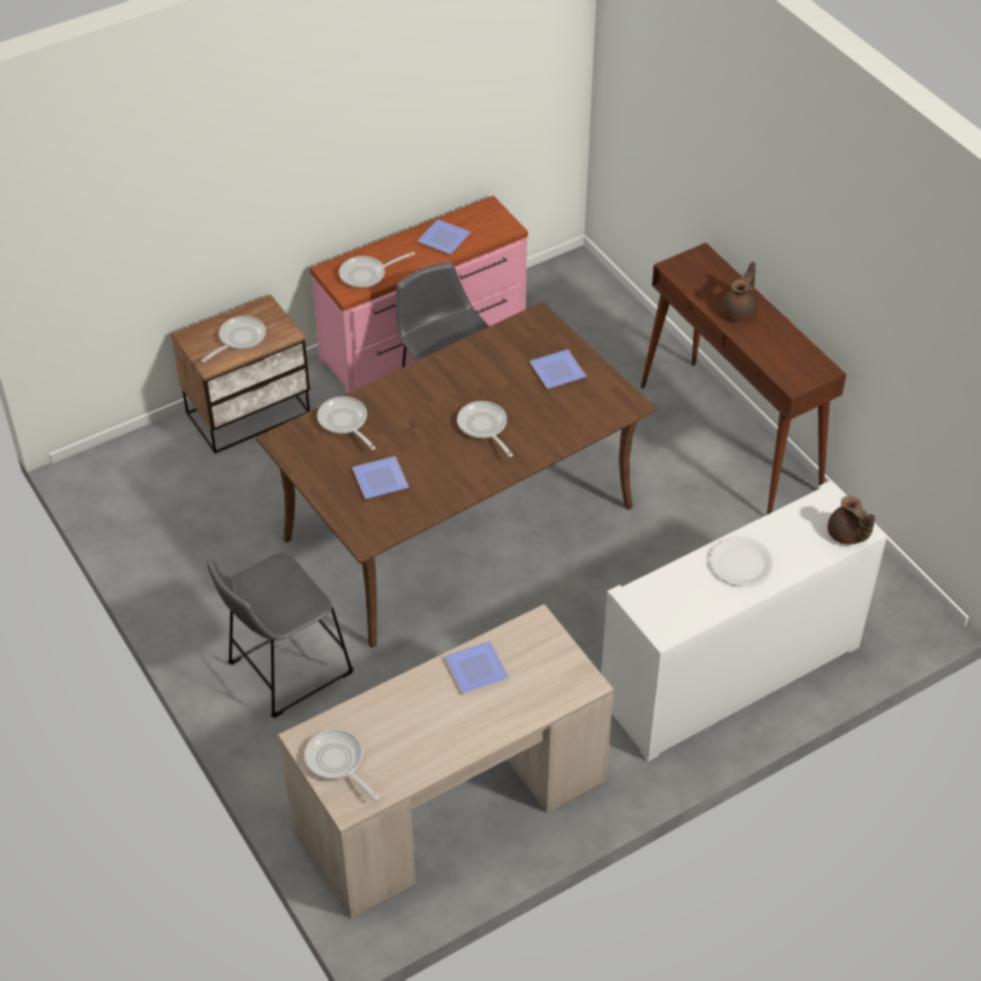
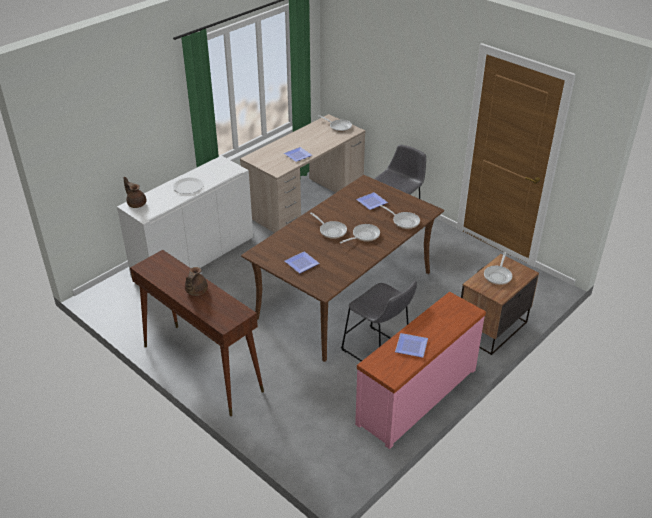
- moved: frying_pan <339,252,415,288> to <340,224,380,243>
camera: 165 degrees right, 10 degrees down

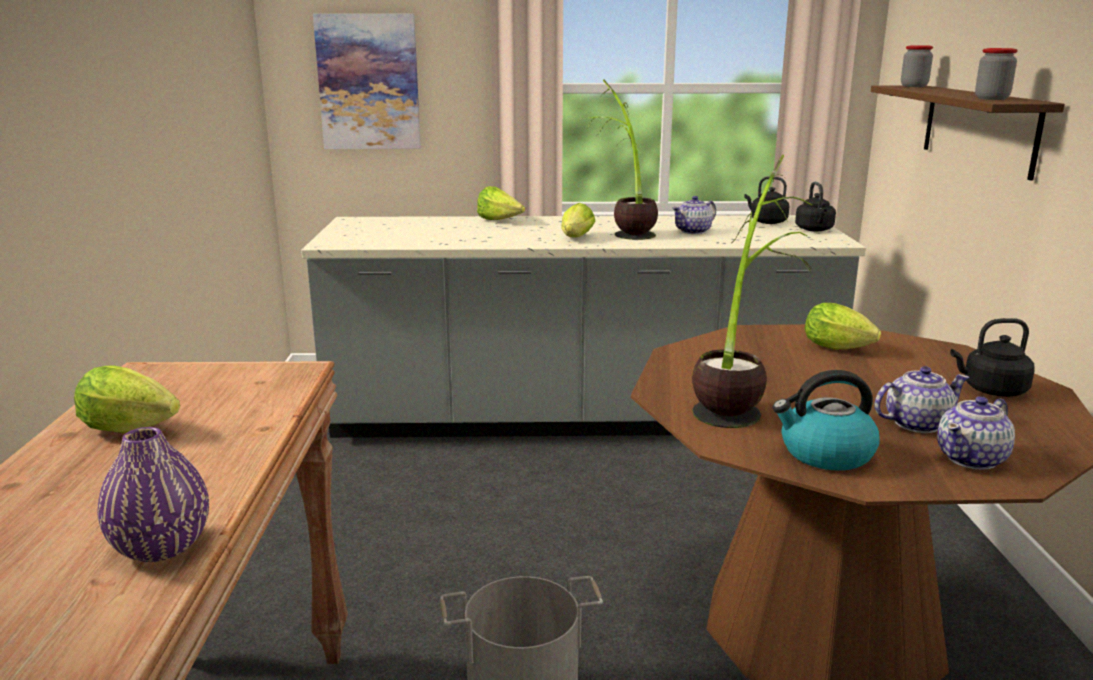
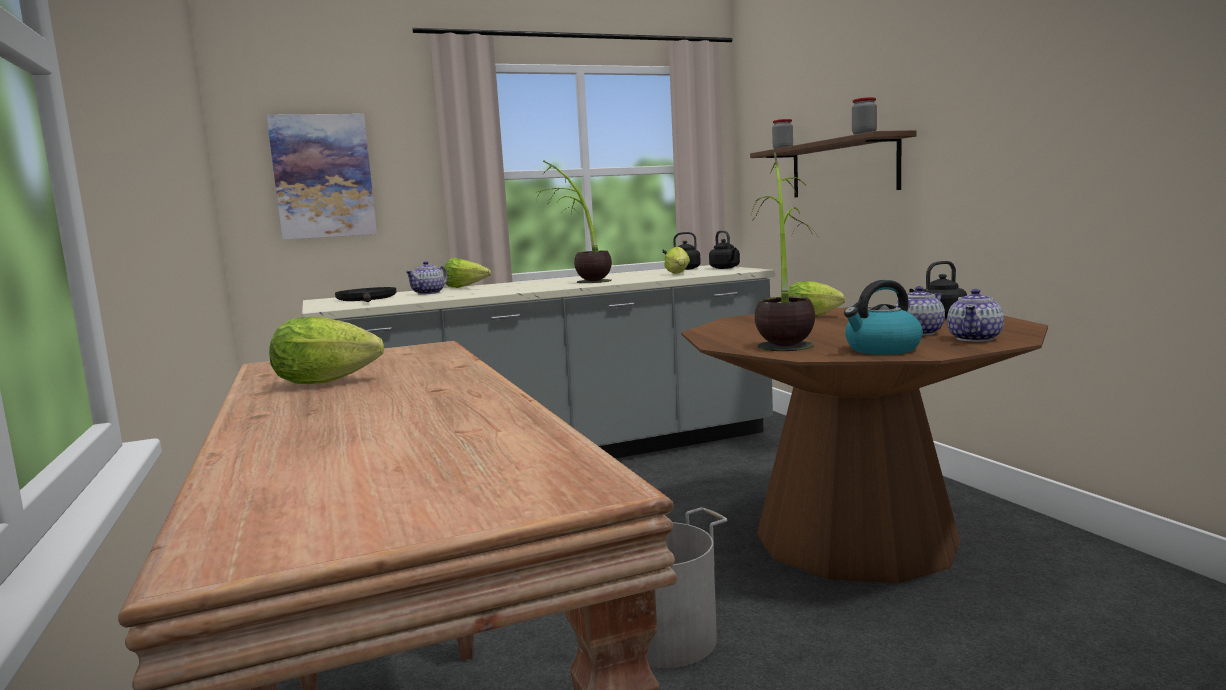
- removed: purple_vase <97,427,209,562>
- added: black_frying_pan <335,287,397,302>
- moved: lettuce <562,203,595,238> to <664,247,690,274>
- moved: teapot <672,196,716,234> to <405,261,448,295>
camera: 20 degrees left, 10 degrees down

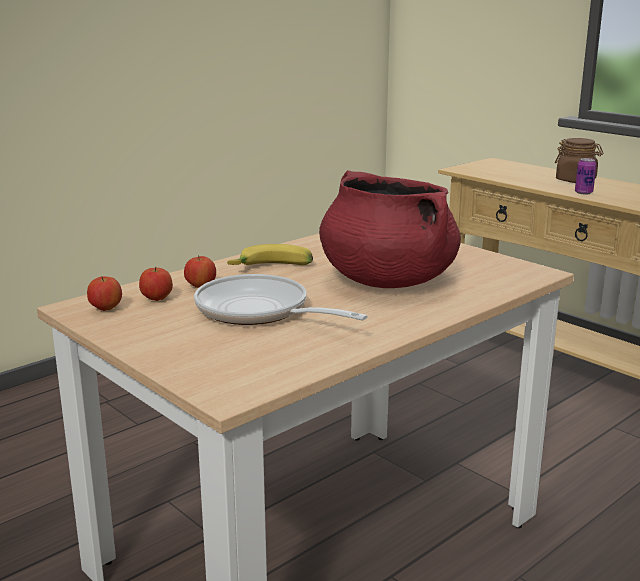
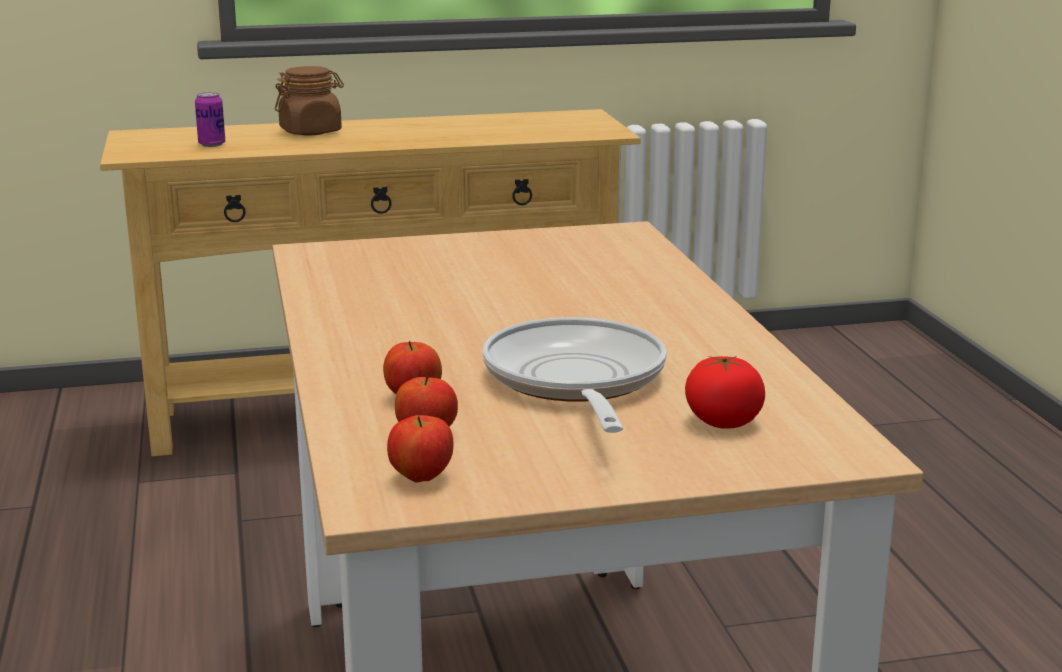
- removed: banana <227,244,313,265>
- removed: red_cooking_pot <319,170,461,288>
- added: tomato <685,356,765,429>
- moved: can <575,158,596,195> to <195,92,225,147>
- turned: frying_pan <194,274,368,325> = <483,317,667,433> 105 degrees clockwise
camera: 60 degrees left, 0 degrees up

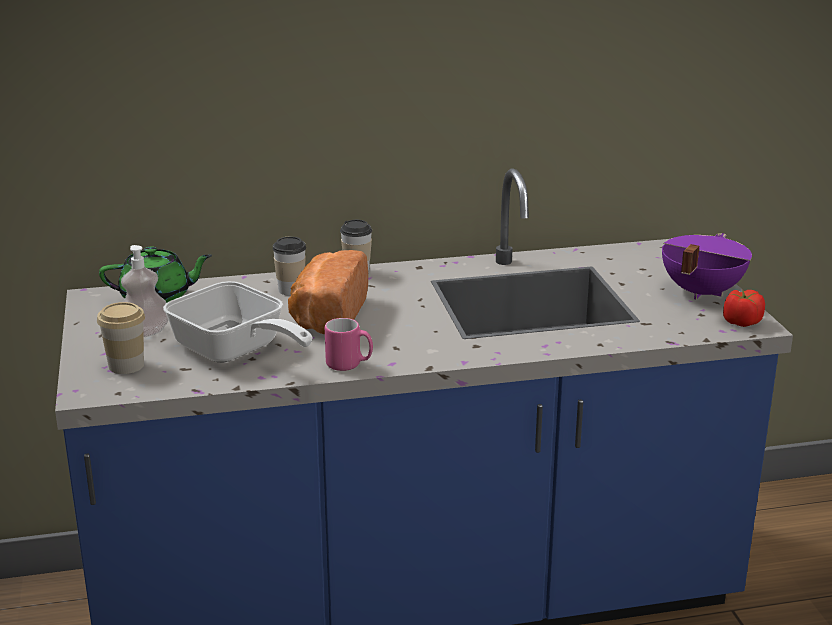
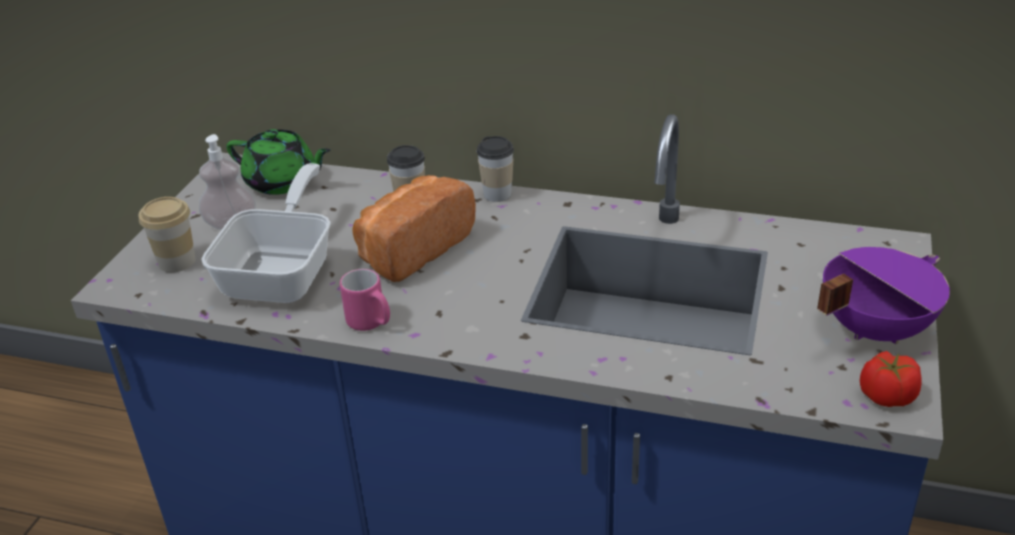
- turned: frying_pan <163,281,313,363> = <201,163,331,303> 150 degrees counterclockwise
camera: 30 degrees right, 10 degrees up

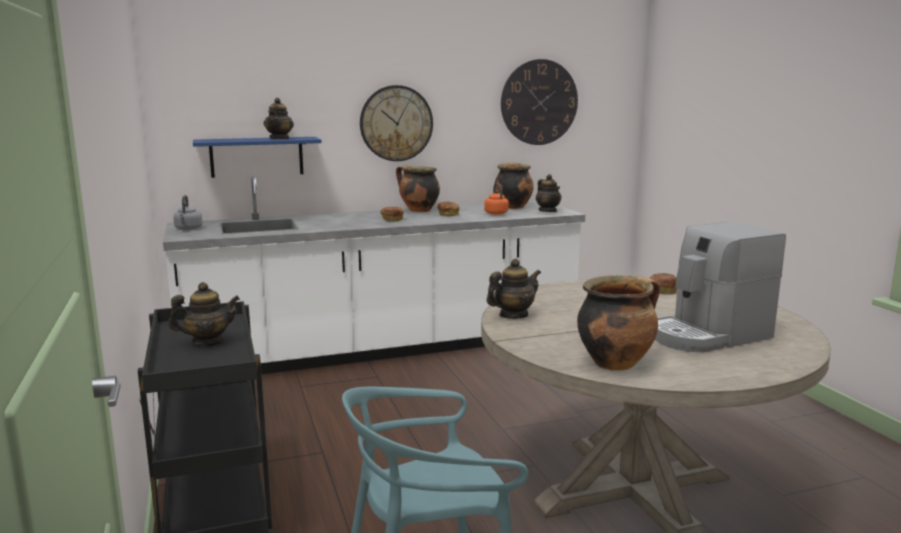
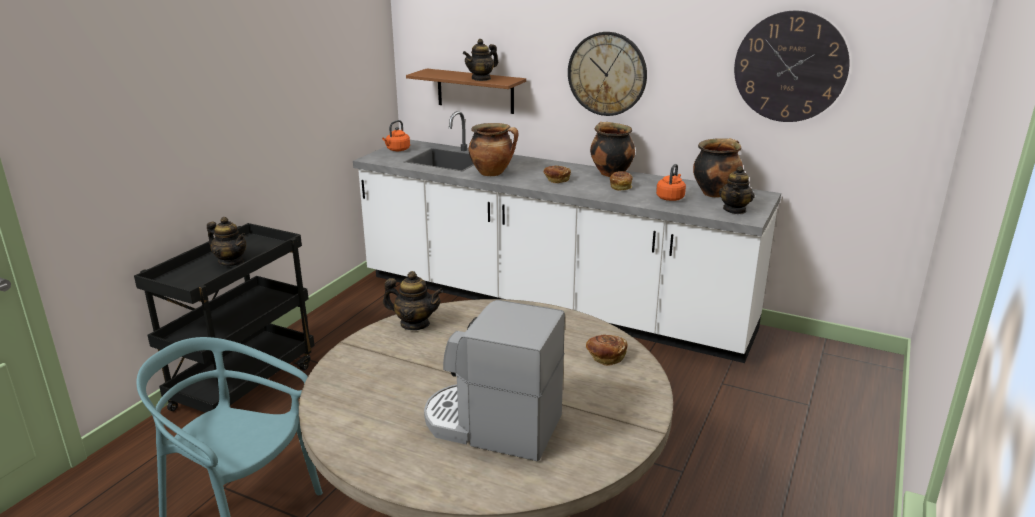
- moved: cooking_pot <577,275,660,371> to <469,123,519,176>
- recoloured: grey_kettle <173,195,203,230> to orange_kettle <382,120,410,151>
- recoloured: blue_shelf <193,137,322,178> to brown_shelf <406,69,526,114>
camera: 45 degrees right, 10 degrees up

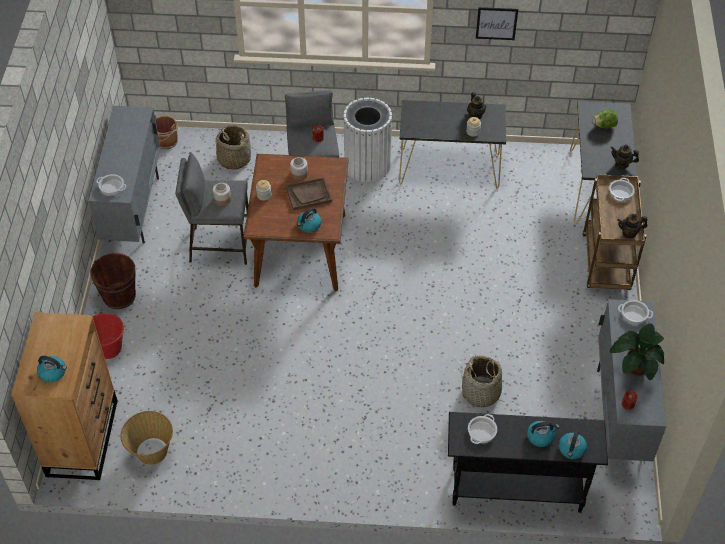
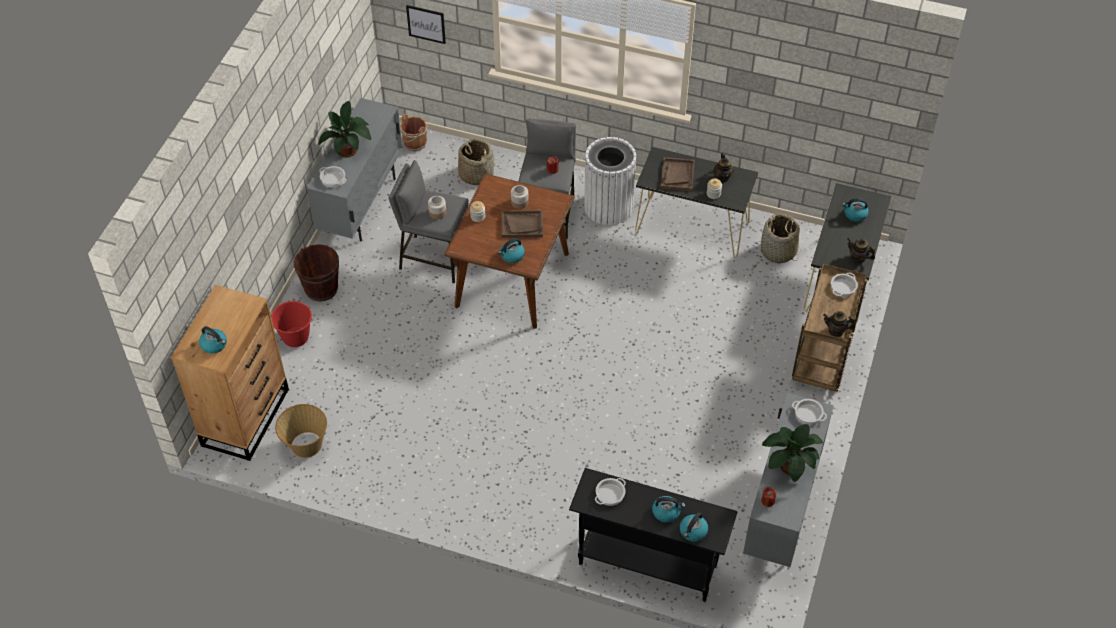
- added: potted_plant <318,101,371,158>
- added: brown_tray <661,157,695,191>
- moved: basket <462,356,506,407> to <761,214,800,263>
- moved: picture <476,7,518,40> to <406,5,446,44>
- replaced: lettuce <593,110,618,129> to kettle <842,198,869,222>
camera: 15 degrees right, 0 degrees up

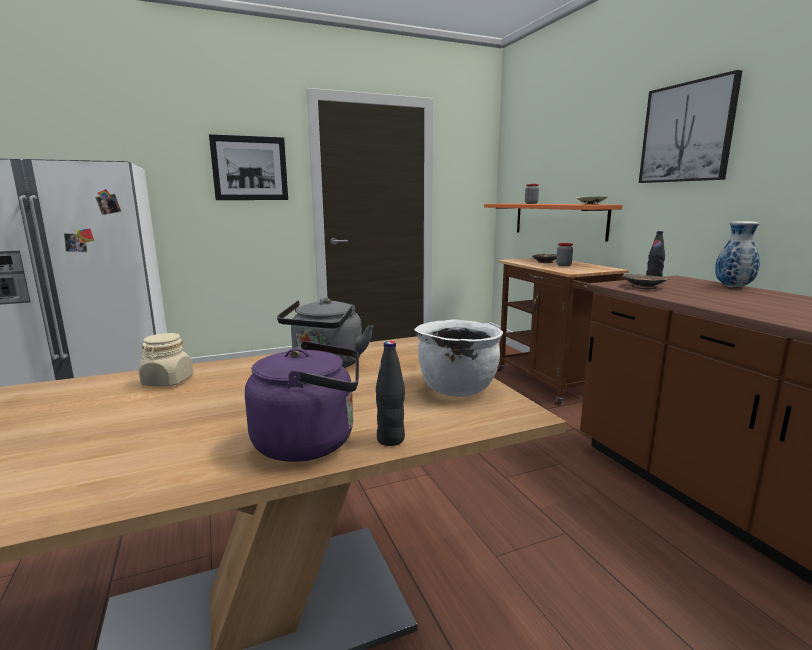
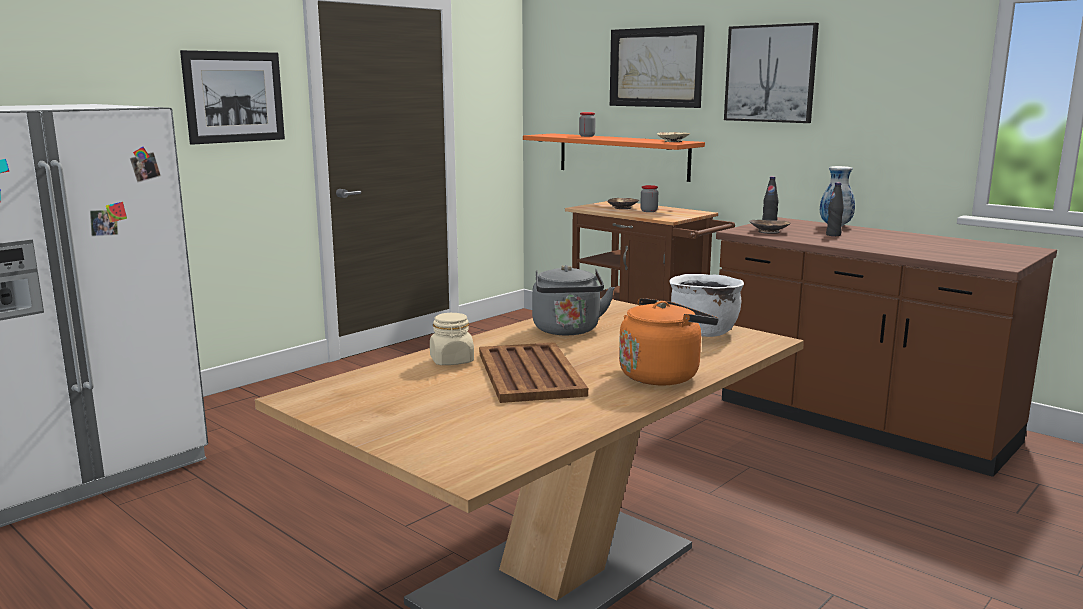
- added: brown_tray <479,342,588,403>
- added: picture <610,25,705,108>
- moved: black_bottle <376,341,405,446> to <826,183,844,236>
- recoloured: purple_kettle <245,341,359,462> to orange_kettle <619,298,719,385>
camera: 25 degrees left, 0 degrees up

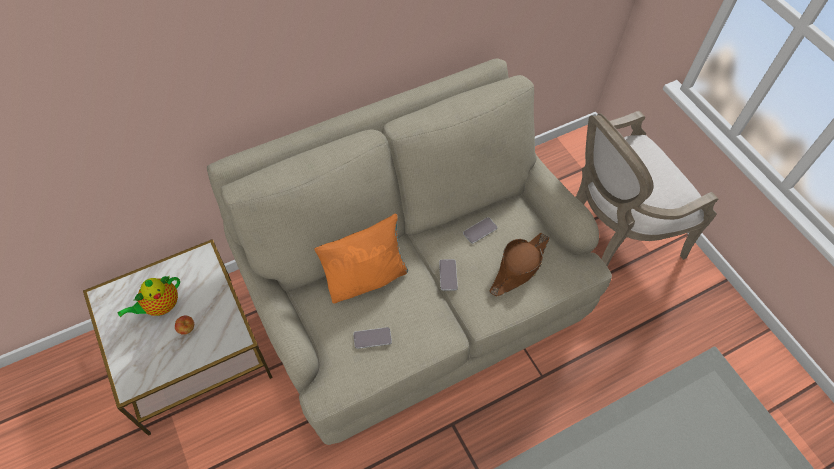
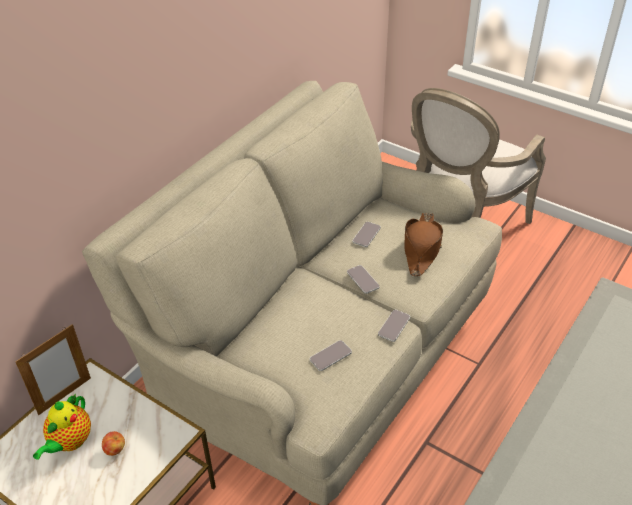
- removed: orange_pillow <314,214,408,303>
- added: picture_frame <15,324,91,415>
- added: phone <378,310,410,342>
camera: 25 degrees left, 15 degrees down

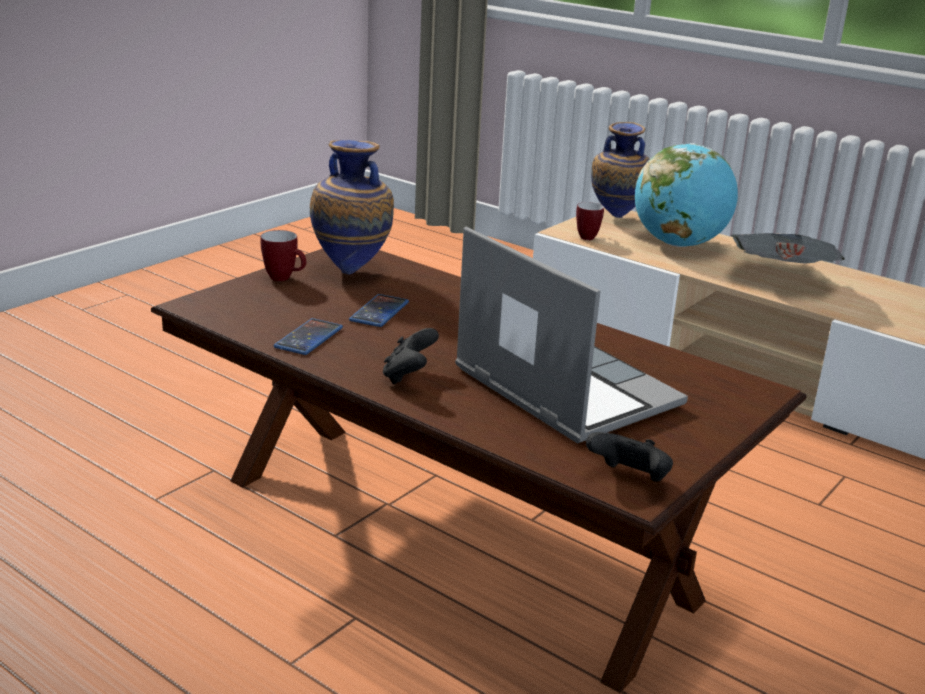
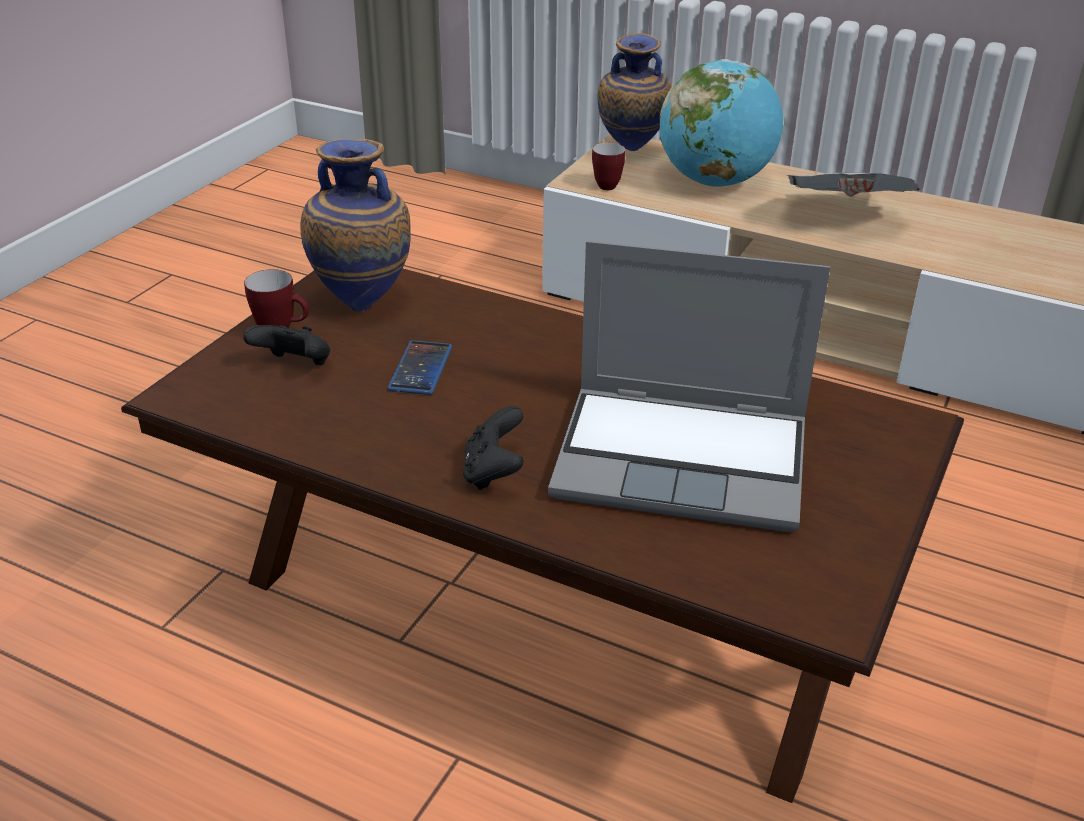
- removed: phone <274,318,343,355>
- moved: black_game_controller <586,432,673,482> to <243,325,330,365>
- turned: laptop <455,227,688,444> = <548,241,830,532> 150 degrees clockwise
camera: 10 degrees left, 10 degrees up

